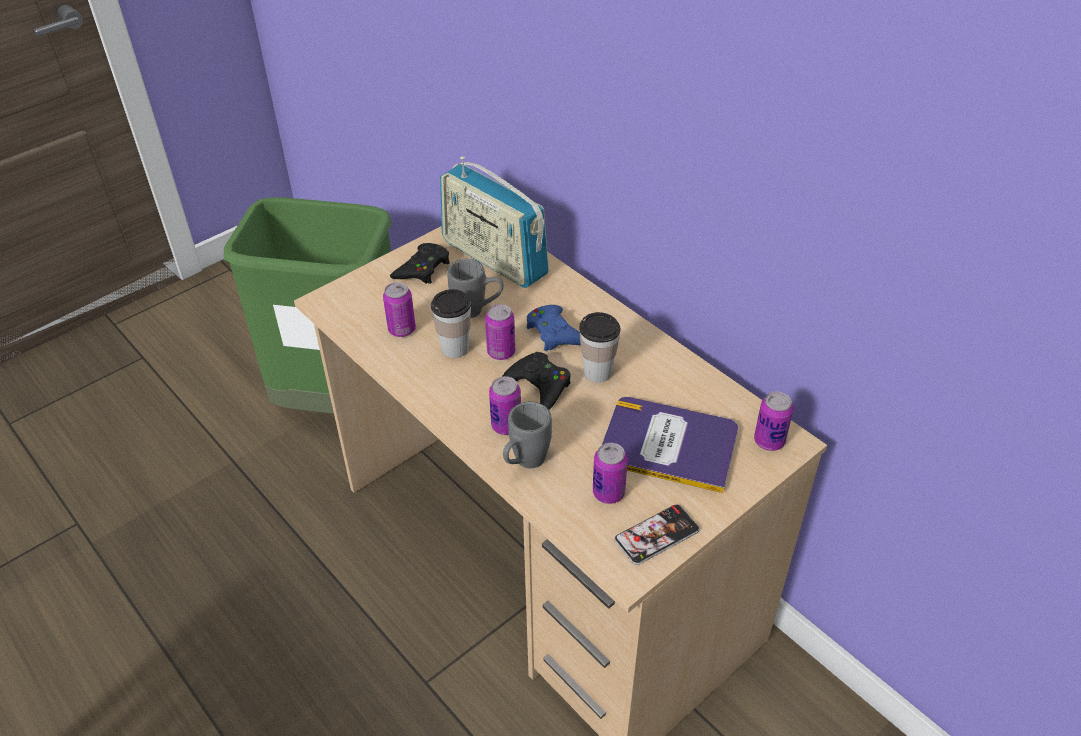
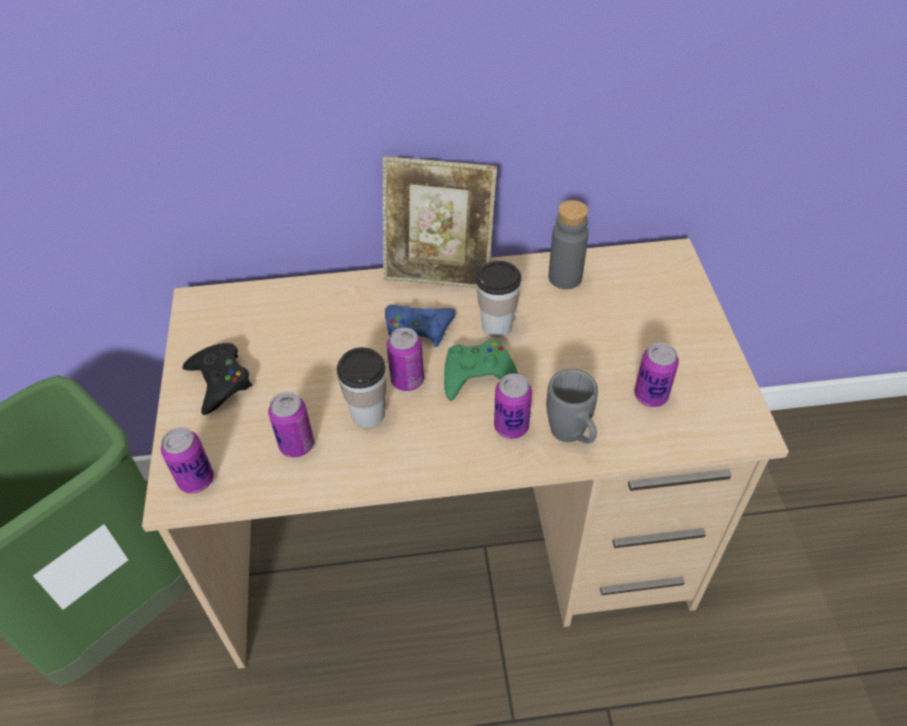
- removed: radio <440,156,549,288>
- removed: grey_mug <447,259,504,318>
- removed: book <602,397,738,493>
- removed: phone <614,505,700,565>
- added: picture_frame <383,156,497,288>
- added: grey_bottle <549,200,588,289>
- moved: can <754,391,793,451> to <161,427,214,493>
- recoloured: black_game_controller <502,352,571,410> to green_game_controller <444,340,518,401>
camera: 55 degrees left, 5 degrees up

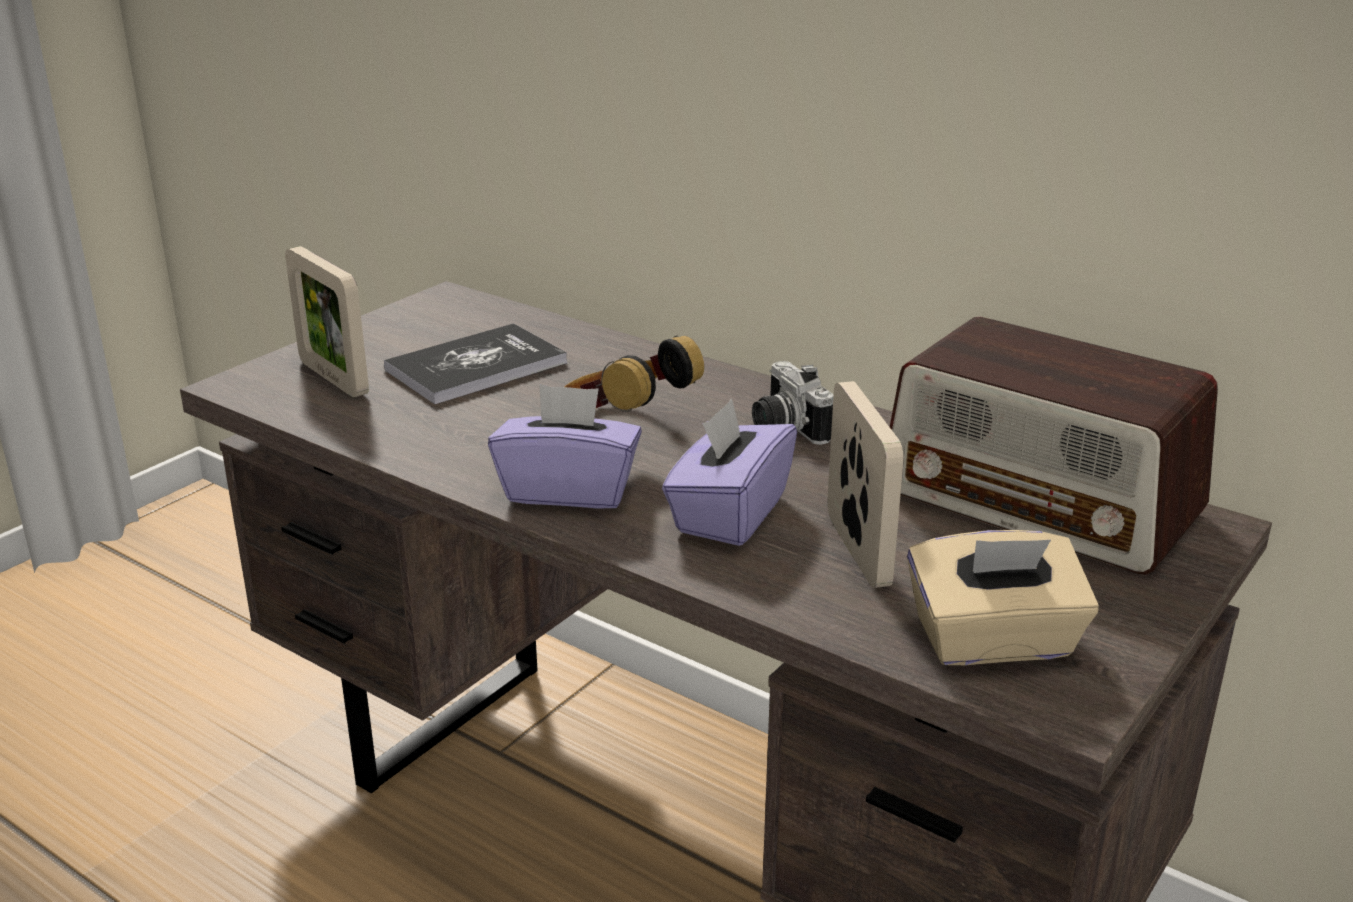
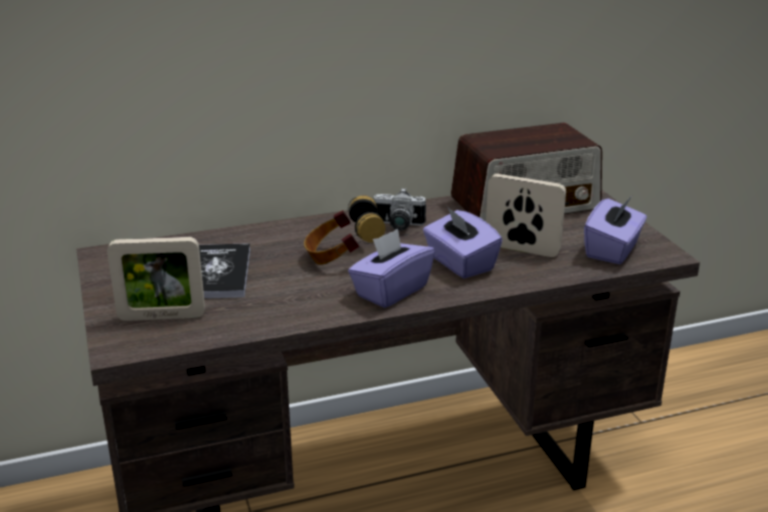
- recoloured: beige_tissue_box <907,530,1099,665> to purple_tissue_box <584,196,647,264>
camera: 55 degrees left, 0 degrees up

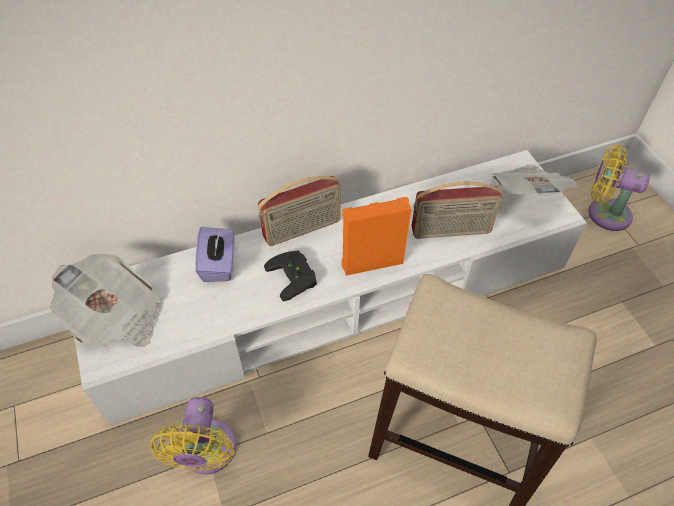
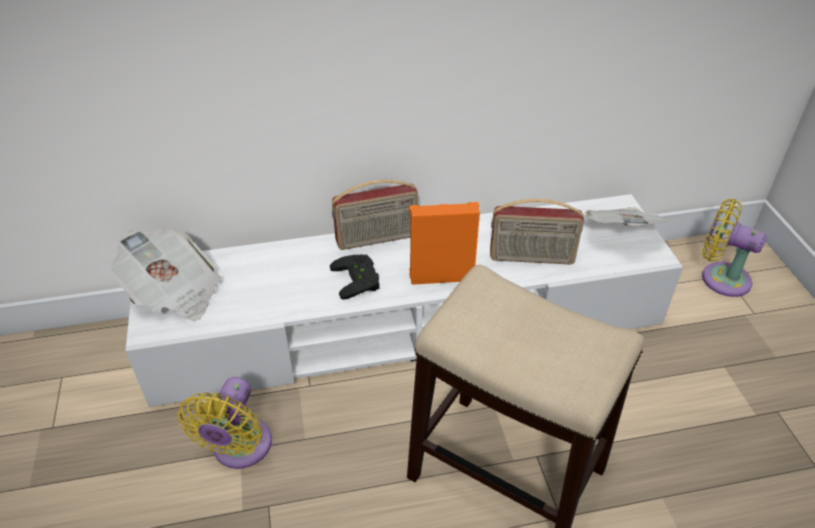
- removed: purple_tissue_box <195,226,235,282>
camera: 10 degrees right, 10 degrees down

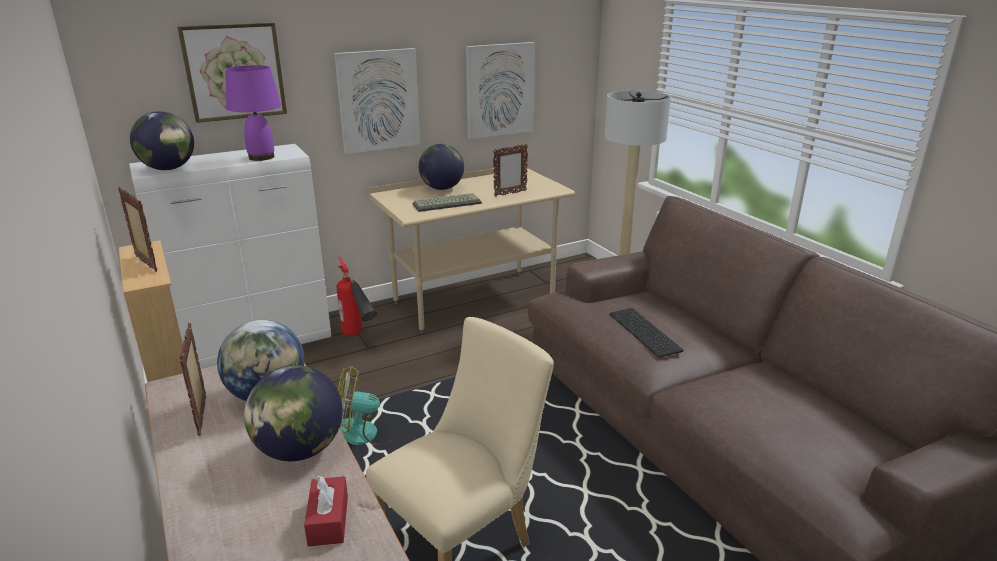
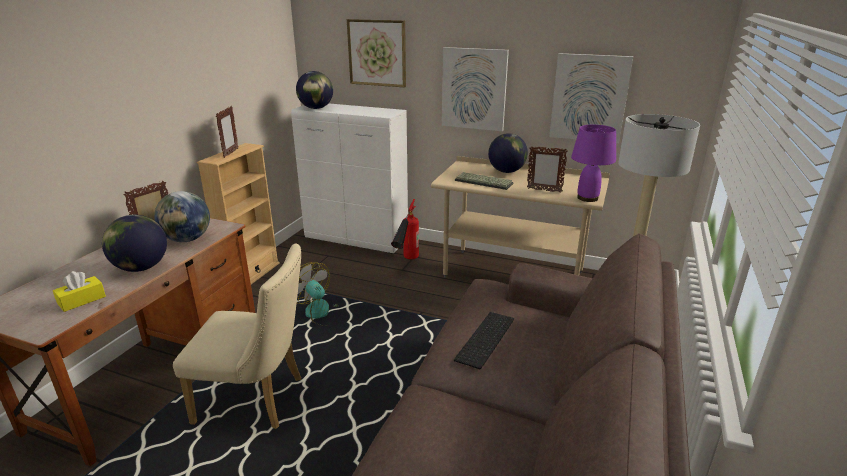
- moved: purple_table_lamp <225,65,281,161> to <571,125,616,202>
- recoloured: red_tissue_box <304,475,348,547> to yellow_tissue_box <53,271,106,312>
camera: 50 degrees right, 0 degrees up

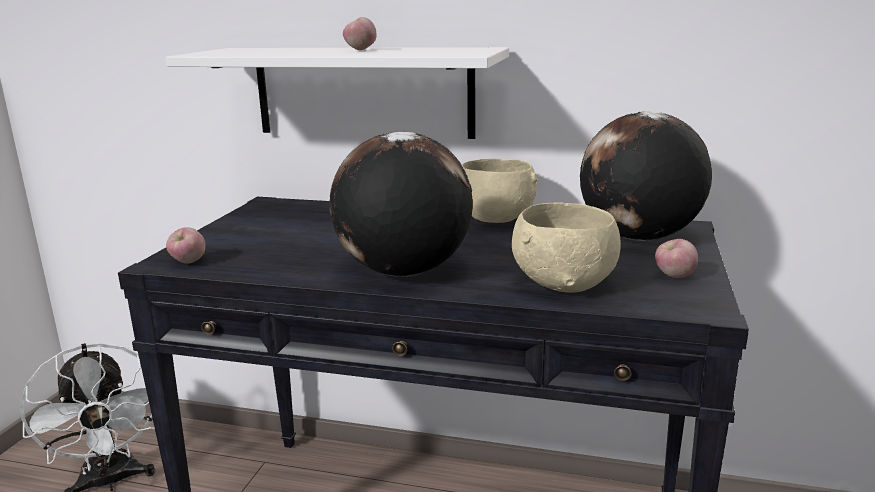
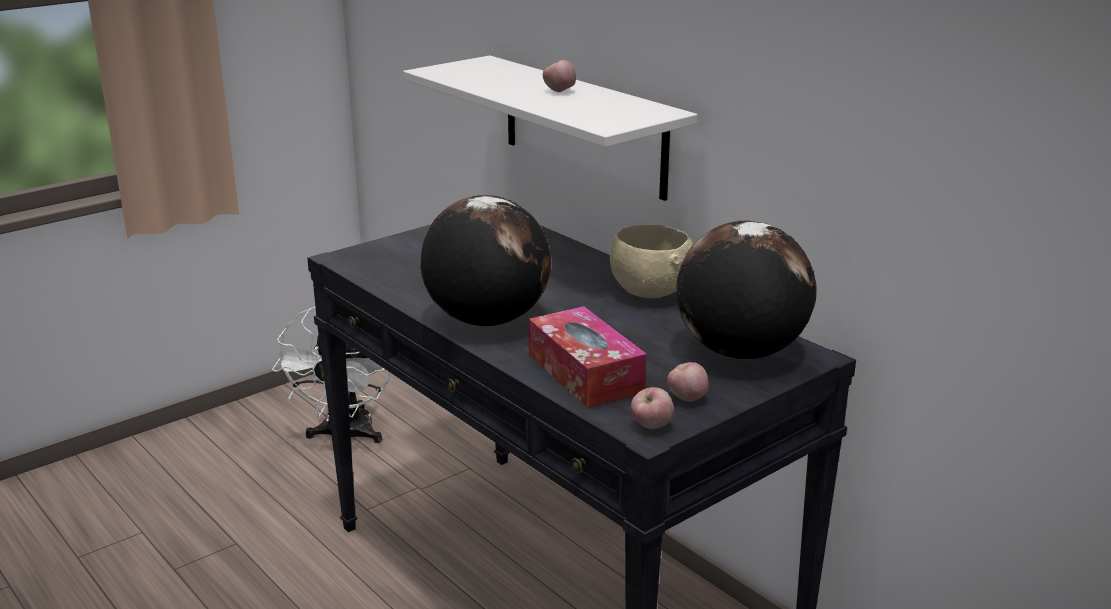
- moved: apple <166,227,206,264> to <631,387,674,429>
- replaced: beige_bowl <512,203,621,293> to tissue_box <529,306,647,408>
camera: 35 degrees right, 5 degrees up

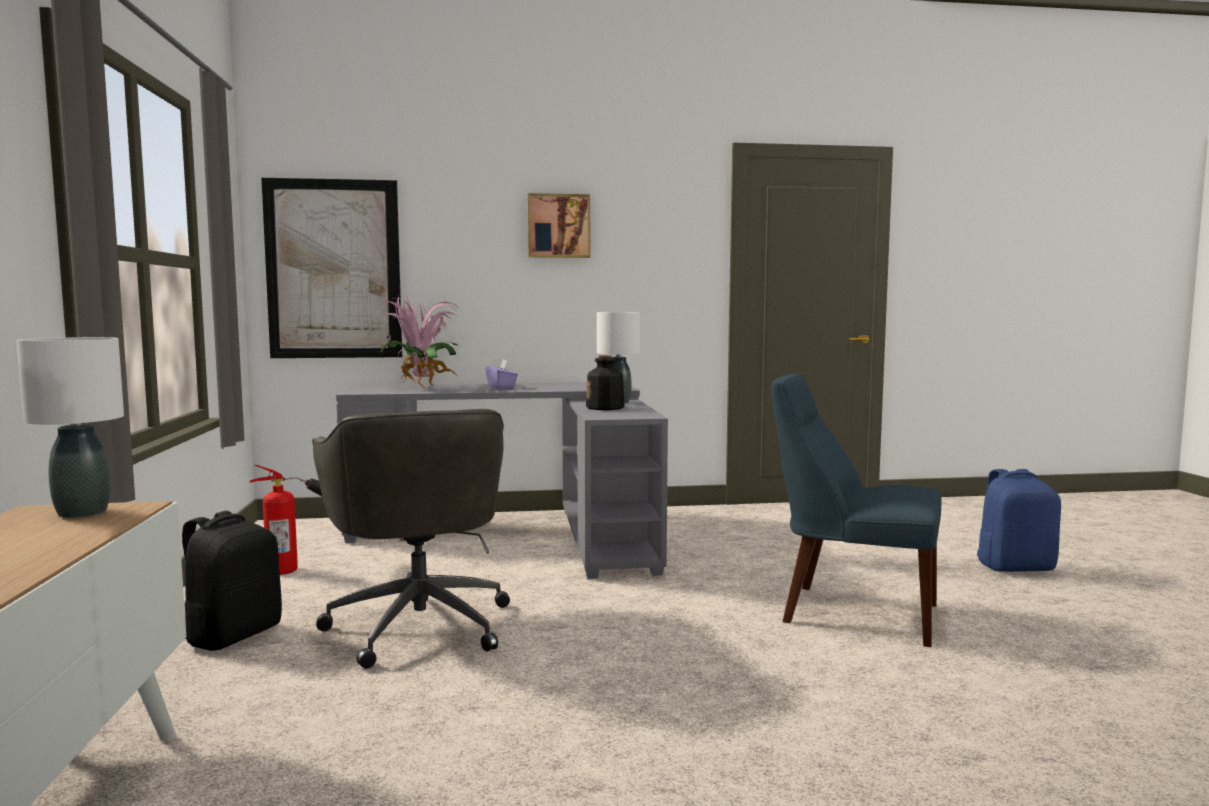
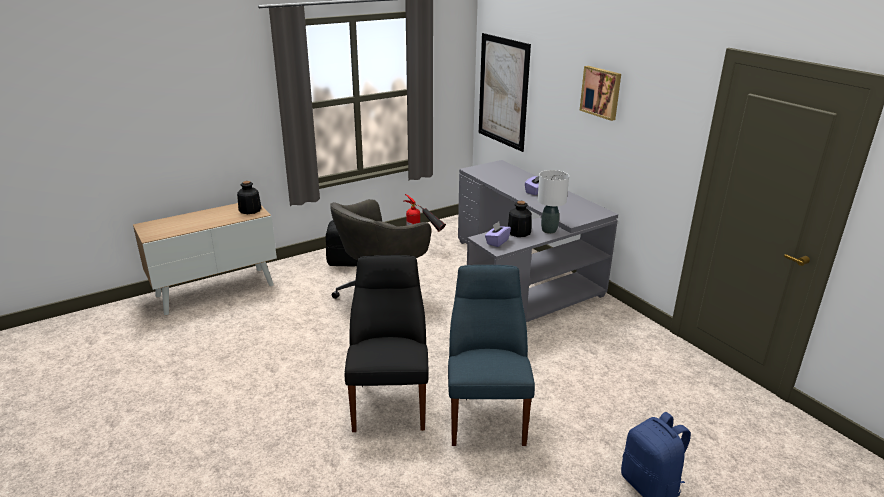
- removed: potted_plant <380,295,459,390>
- added: black_chair <345,255,429,432>
- added: purple_tissue_box <485,222,511,247>
- replaced: white_table_lamp <16,337,124,518> to bottle <237,181,262,214>
camera: 65 degrees right, 20 degrees up

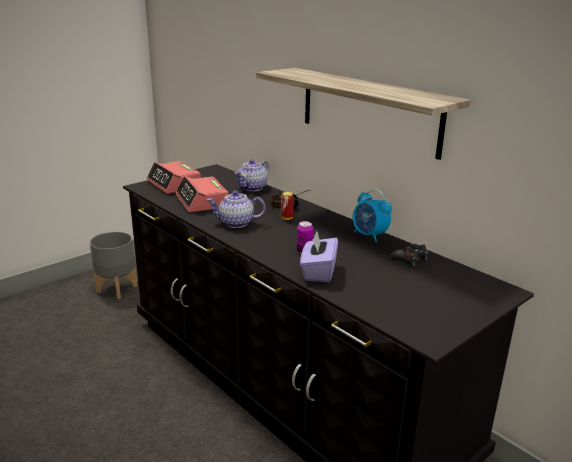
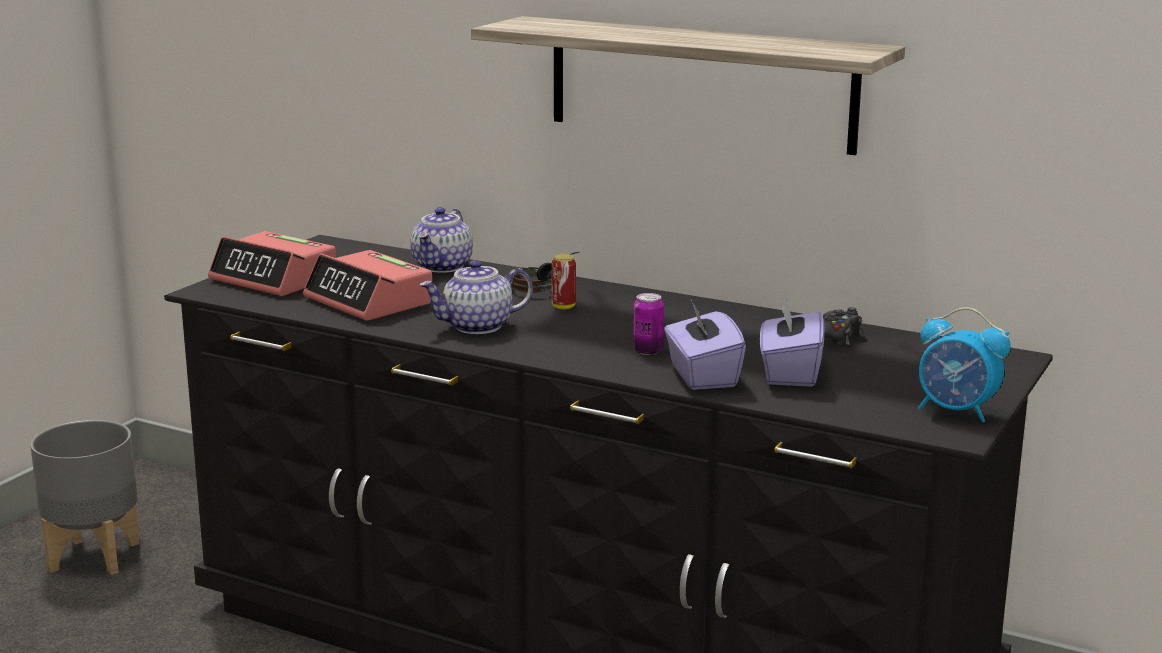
- added: purple_tissue_box <760,296,824,387>
- moved: alarm_clock <353,189,392,242> to <918,307,1011,422>
camera: 20 degrees left, 5 degrees down

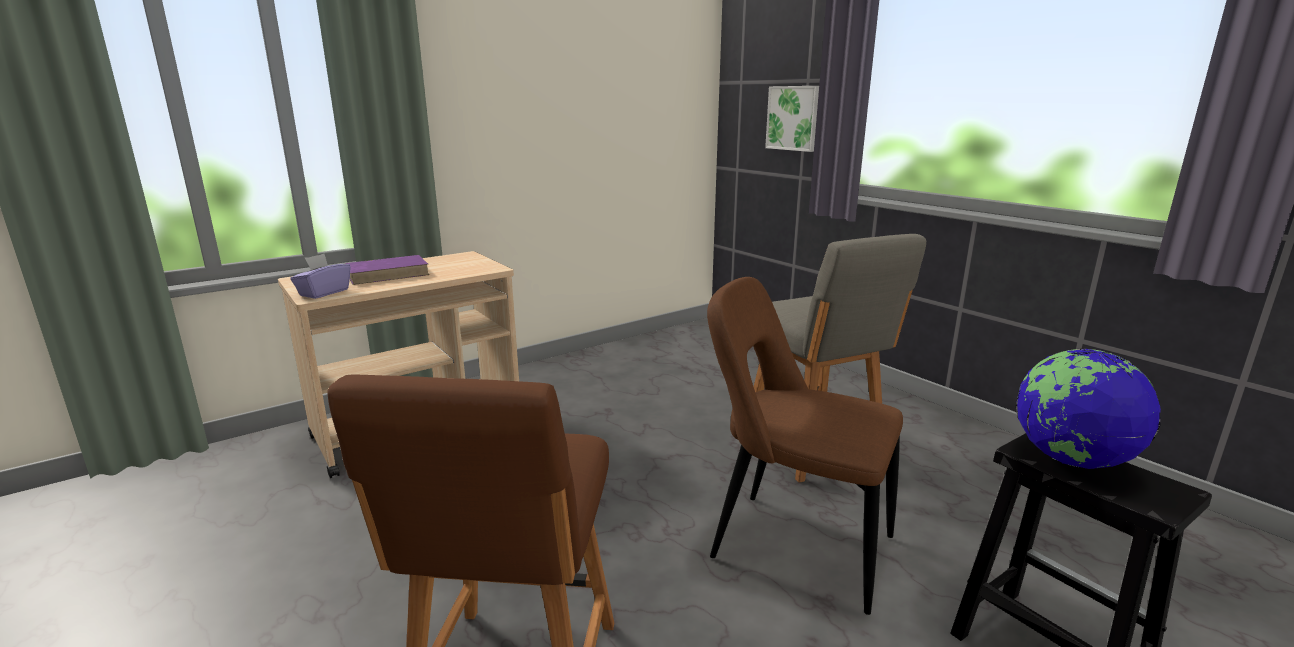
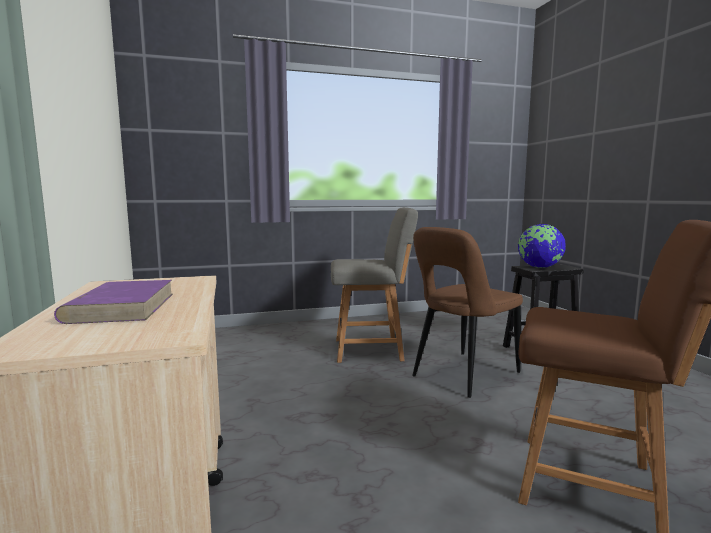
- removed: purple_tissue_box <290,254,351,299>
- removed: picture <765,86,819,152>
camera: 70 degrees left, 10 degrees down

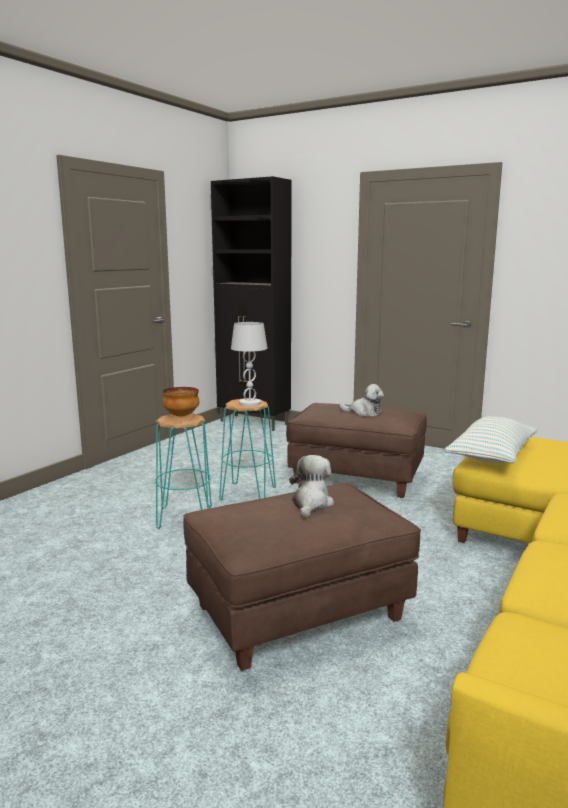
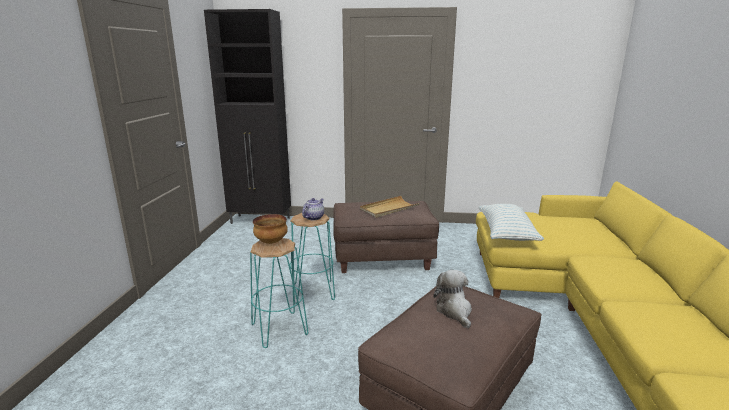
- replaced: white_table_lamp <231,322,268,406> to teapot <302,198,324,220>
- replaced: plush_toy <339,384,384,416> to beige_tray <360,196,420,218>
camera: 25 degrees left, 5 degrees up

